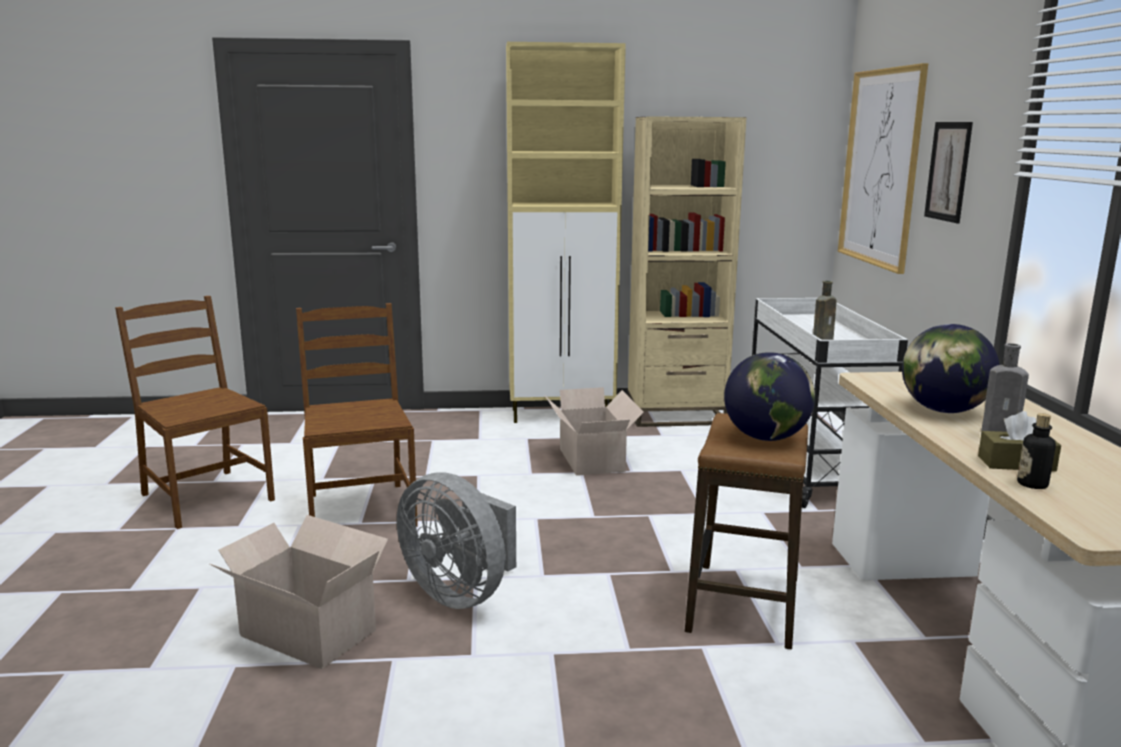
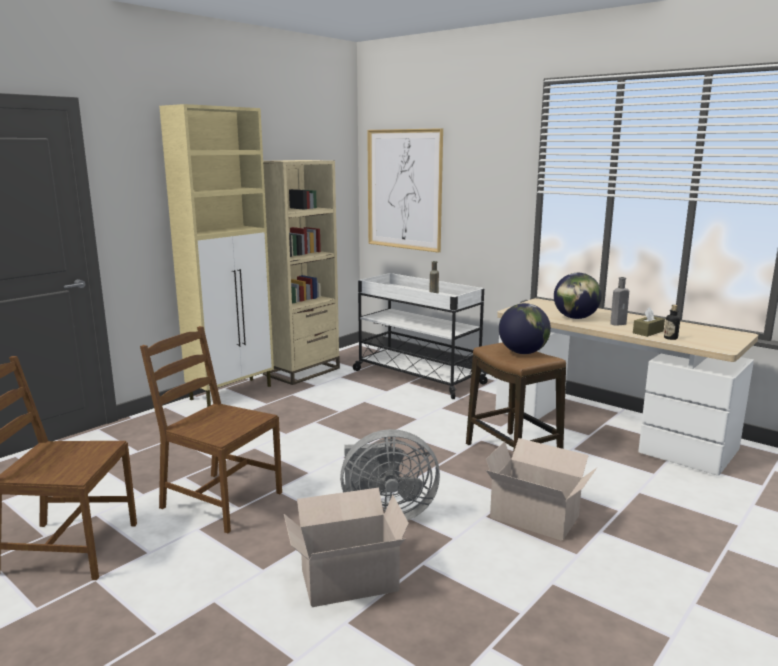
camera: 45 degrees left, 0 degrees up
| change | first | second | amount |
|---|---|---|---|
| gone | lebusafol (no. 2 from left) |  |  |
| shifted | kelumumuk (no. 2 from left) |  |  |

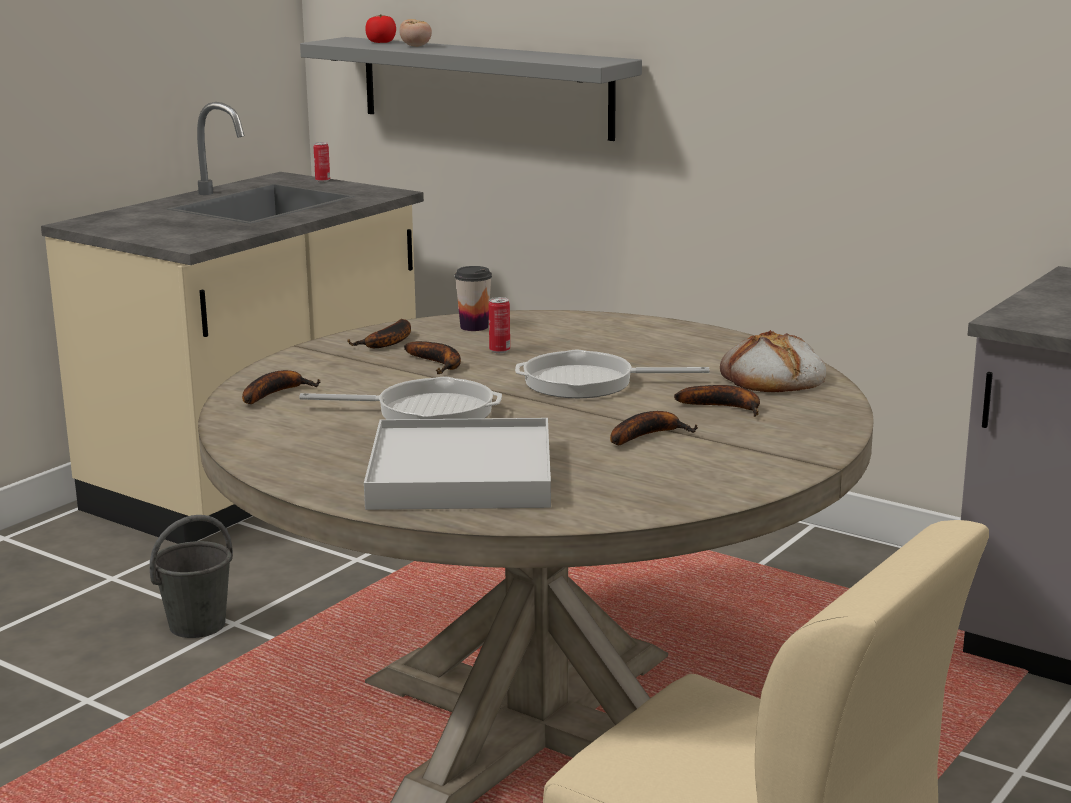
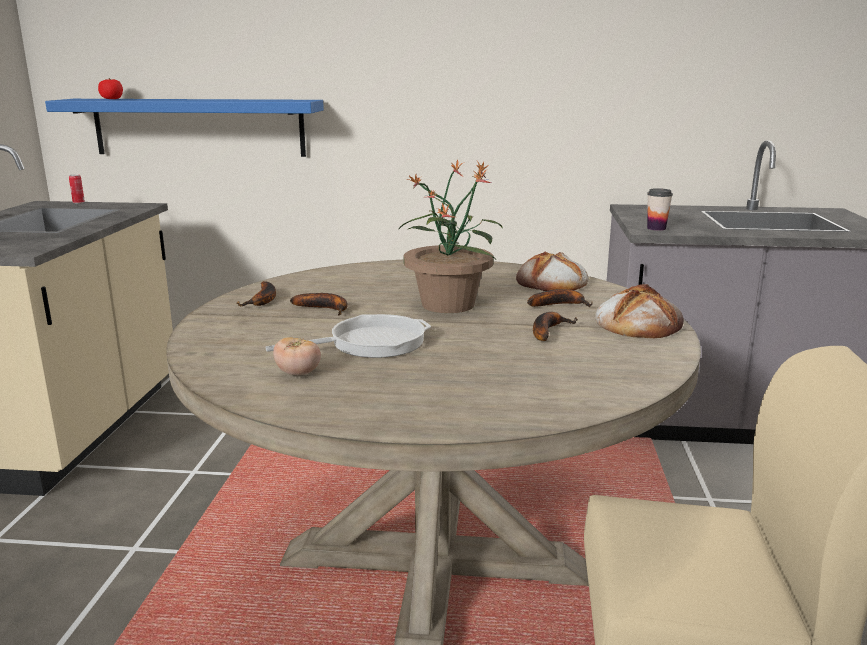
camera: 30 degrees left, 0 degrees up
| change | first | second | amount |
|---|---|---|---|
| gone | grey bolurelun |  |  |
| gone | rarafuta (no. 1 from left) |  |  |
| gone | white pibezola |  |  |
| gone | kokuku (no. 2 from left) |  |  |
| new |  | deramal (no. 2 from left) |  |
| shifted | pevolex (no. 2 from left) |  |  |
| shifted | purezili |  |  |
| swapped | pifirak (no. 2 from left) | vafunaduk |  |
| repainted | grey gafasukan | blue gafasukan |  |

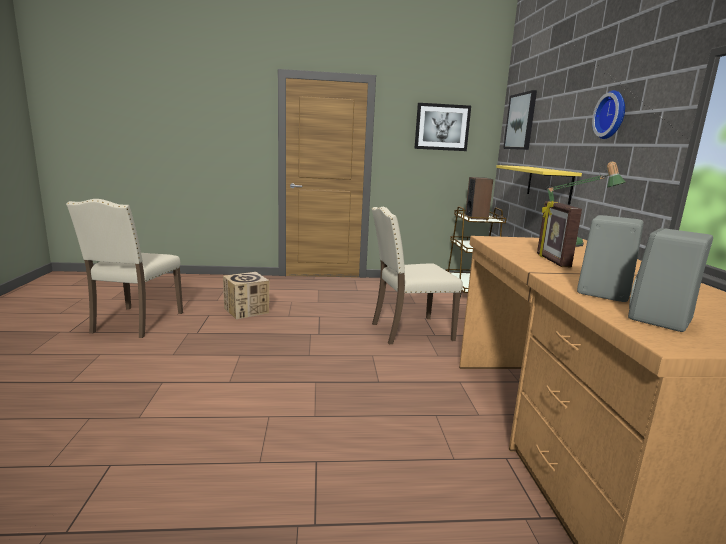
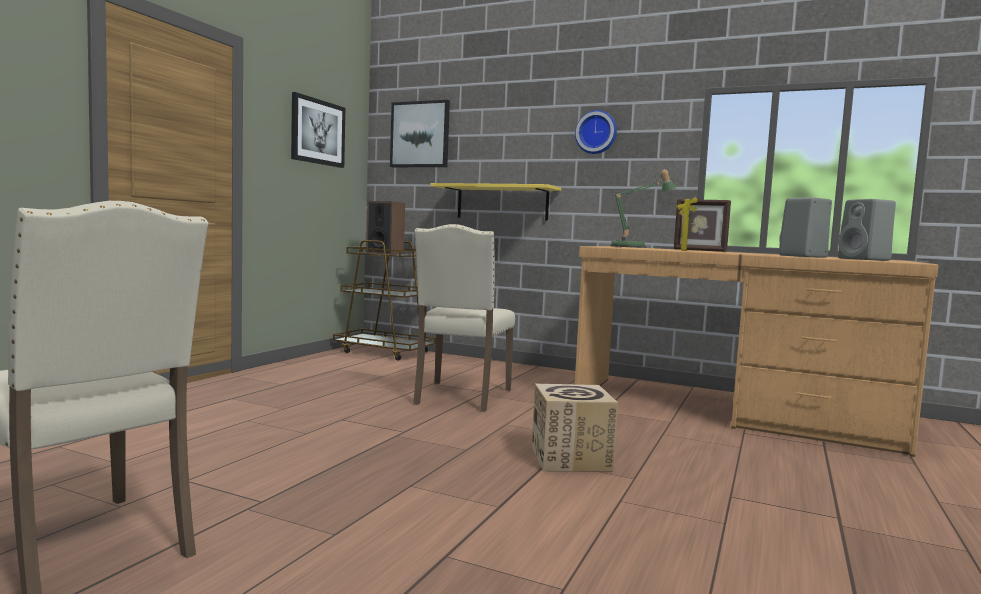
camera: 60 degrees left, 10 degrees down
| change | first | second | amount |
|---|---|---|---|
| shifted | kelumumuk |  |  |

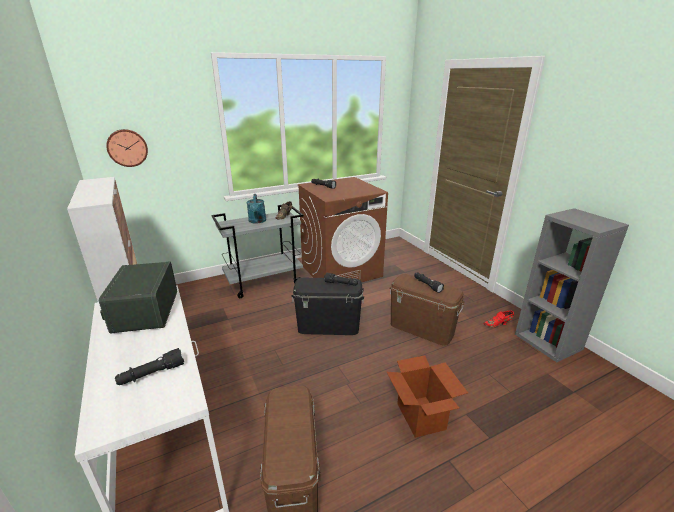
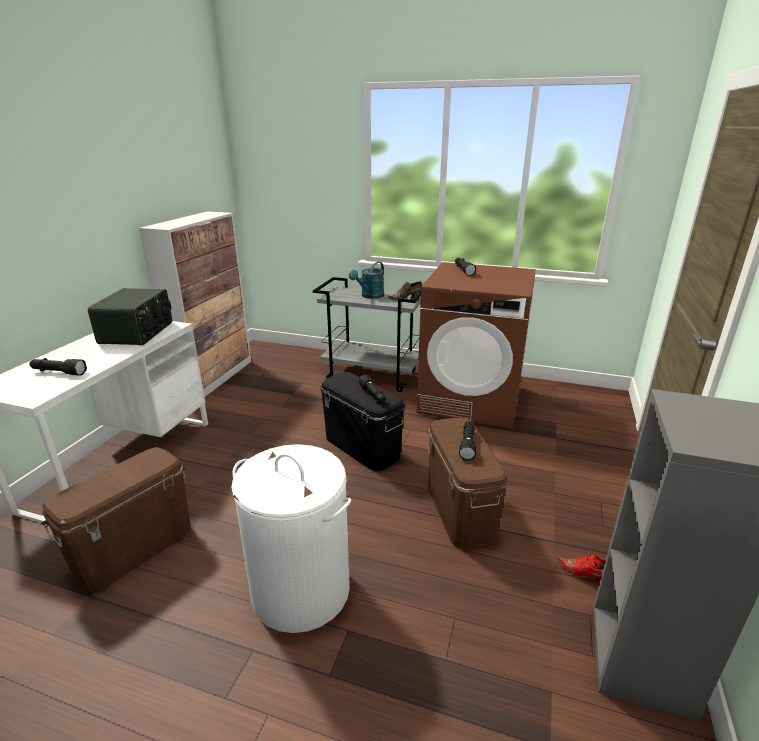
camera: 45 degrees right, 0 degrees up
| change | first | second | amount |
|---|---|---|---|
| gone | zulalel |  |  |
| swapped | kelumumuk | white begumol |  |
| rotated | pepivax |  | 150 degrees clockwise |

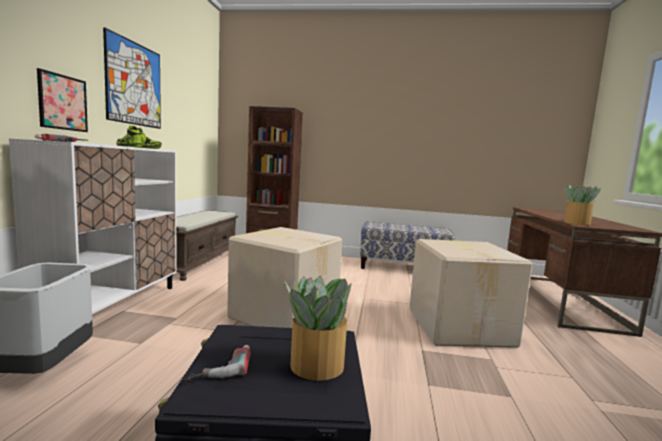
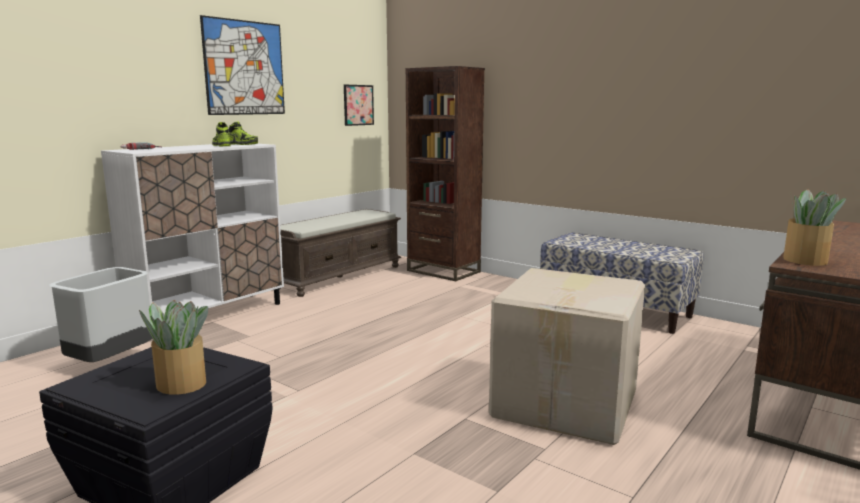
camera: 30 degrees right, 5 degrees up
| change | first | second | amount |
|---|---|---|---|
| gone | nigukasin (no. 2 from left) |  |  |
| gone | kelumumuk (no. 1 from left) |  |  |
| shifted | lebusafol (no. 1 from left in the first image) | lebusafol (no. 2 from left) |  |

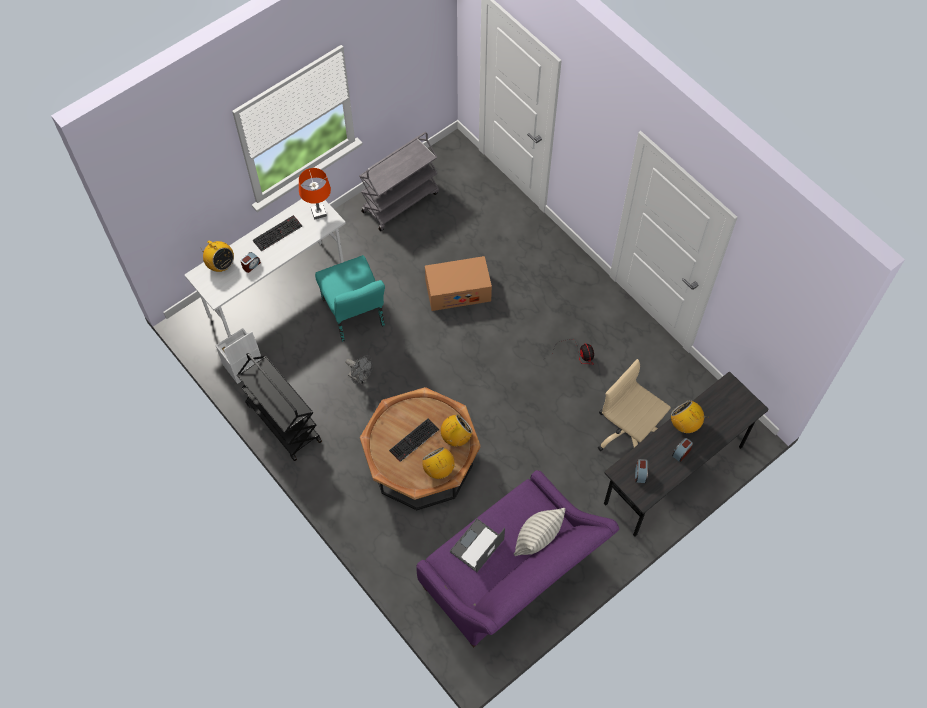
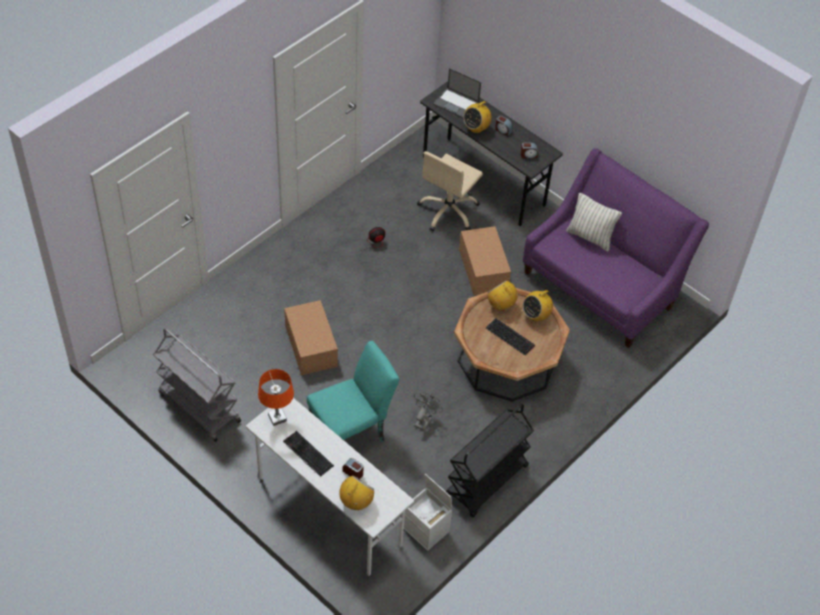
camera: 100 degrees left, 10 degrees down
| change | first | second | amount |
|---|---|---|---|
| new |  | kelumumuk (no. 2 from left) |  |
| shifted | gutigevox |  |  |

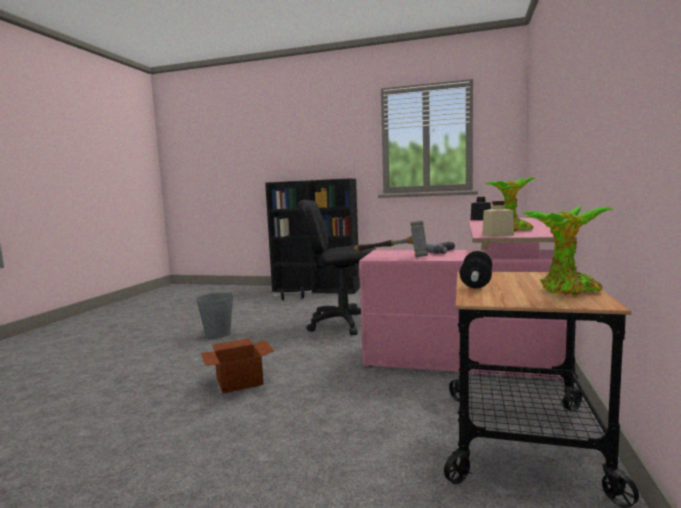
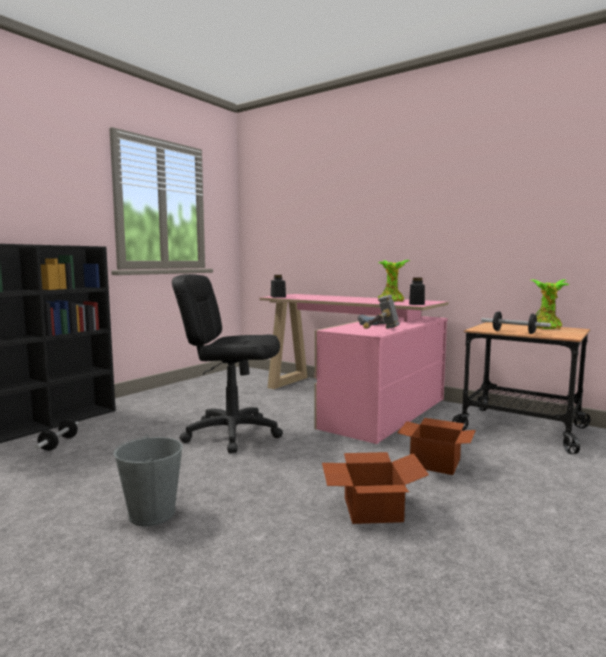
camera: 70 degrees left, 0 degrees up
| change | first | second | amount |
|---|---|---|---|
| new |  | kelumumuk (no. 2 from left) |  |
| repainted | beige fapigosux | black fapigosux (no. 2 from left) |  |
| rotated | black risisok |  | 75 degrees clockwise |

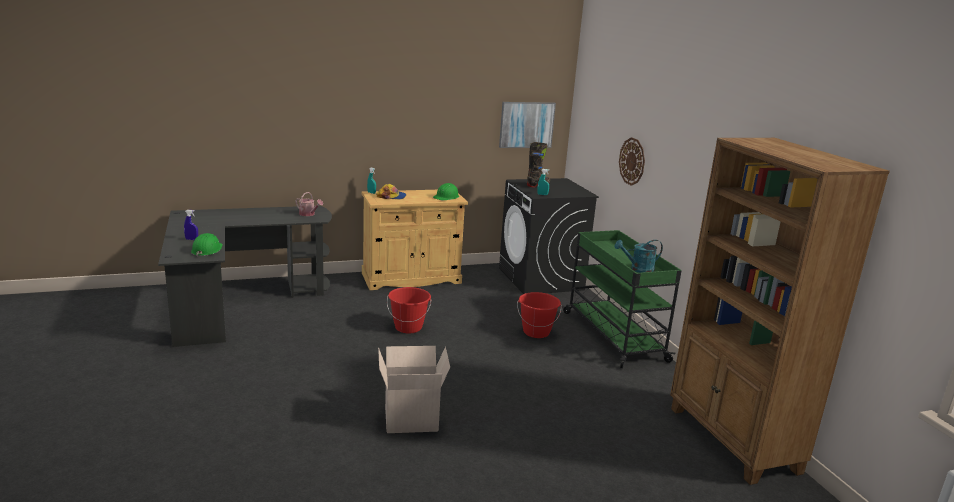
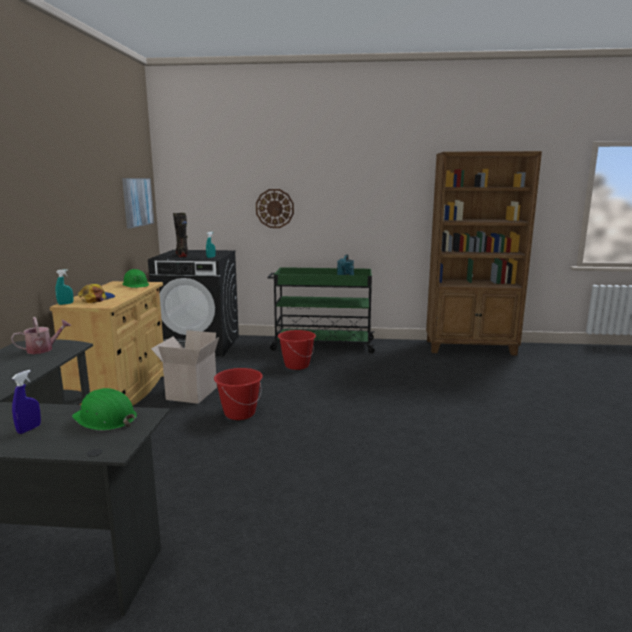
camera: 65 degrees left, 5 degrees down
| change | first | second | amount |
|---|---|---|---|
| shifted | kelumumuk |  |  |

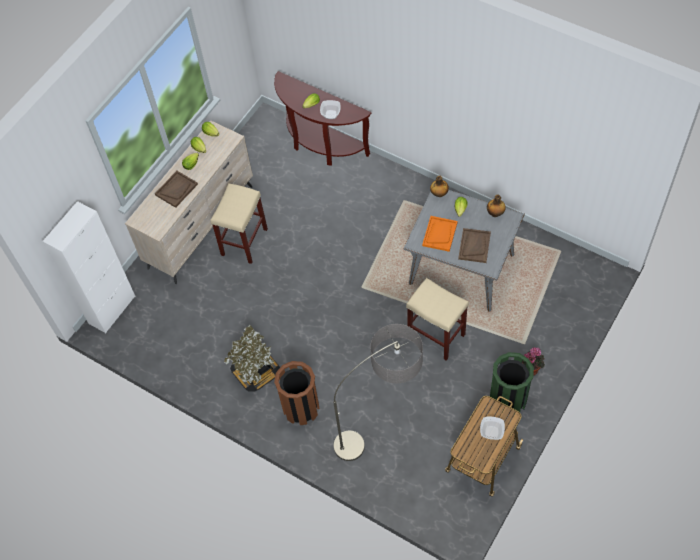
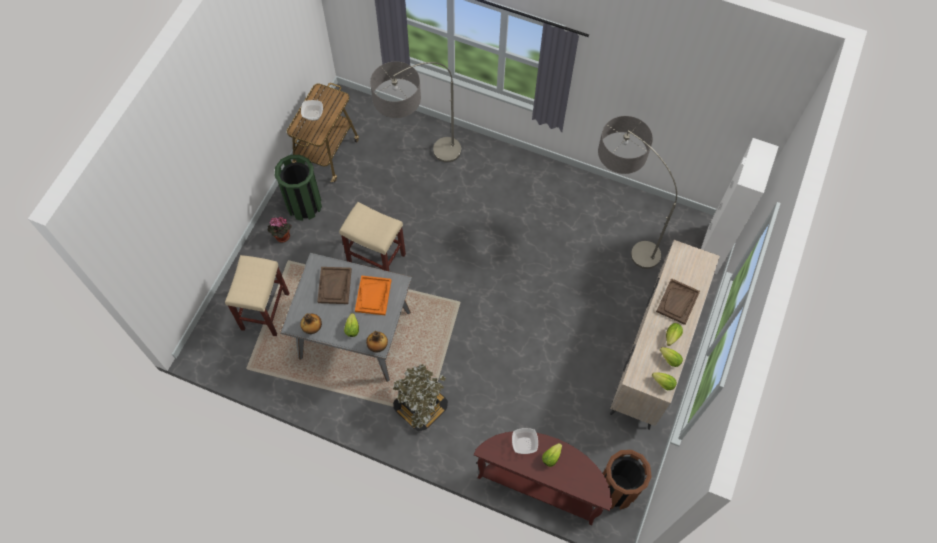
camera: 165 degrees right, 5 degrees up
| change | first | second | amount |
|---|---|---|---|
| new |  | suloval (no. 2 from left) |  |
| shifted | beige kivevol (no. 1 from left) |  |  |
| shifted | vafunaduk (no. 1 from left in the first image) | vafunaduk (no. 2 from left) |  |
| shifted | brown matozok |  |  |

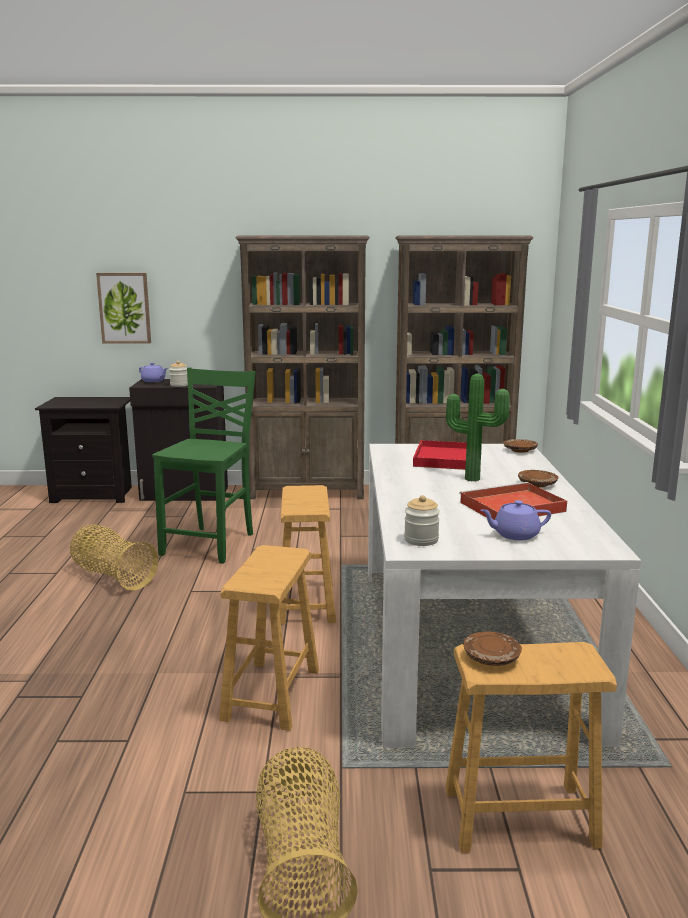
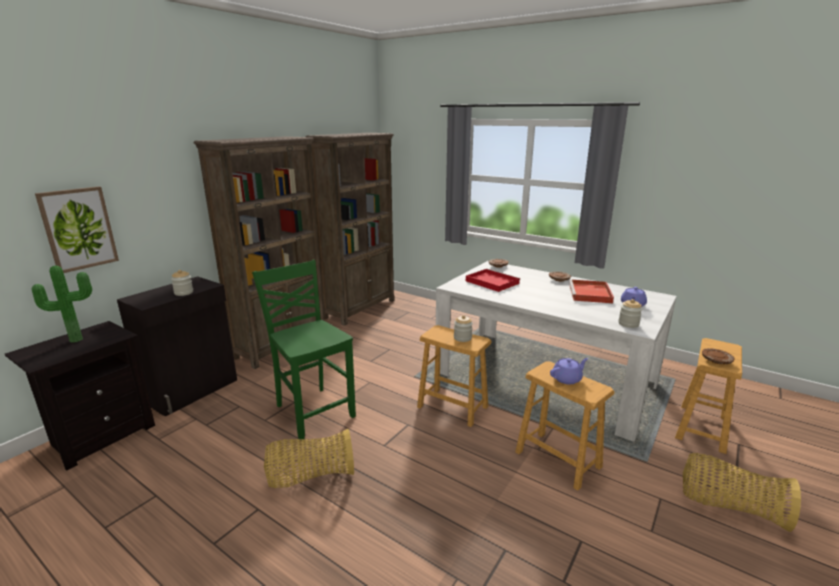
camera: 55 degrees left, 5 degrees up
| change | first | second | amount |
|---|---|---|---|
| new |  | fapigosux (no. 2 from left) |  |
| shifted | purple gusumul (no. 1 from left) |  |  |
| shifted | vafunaduk |  |  |

